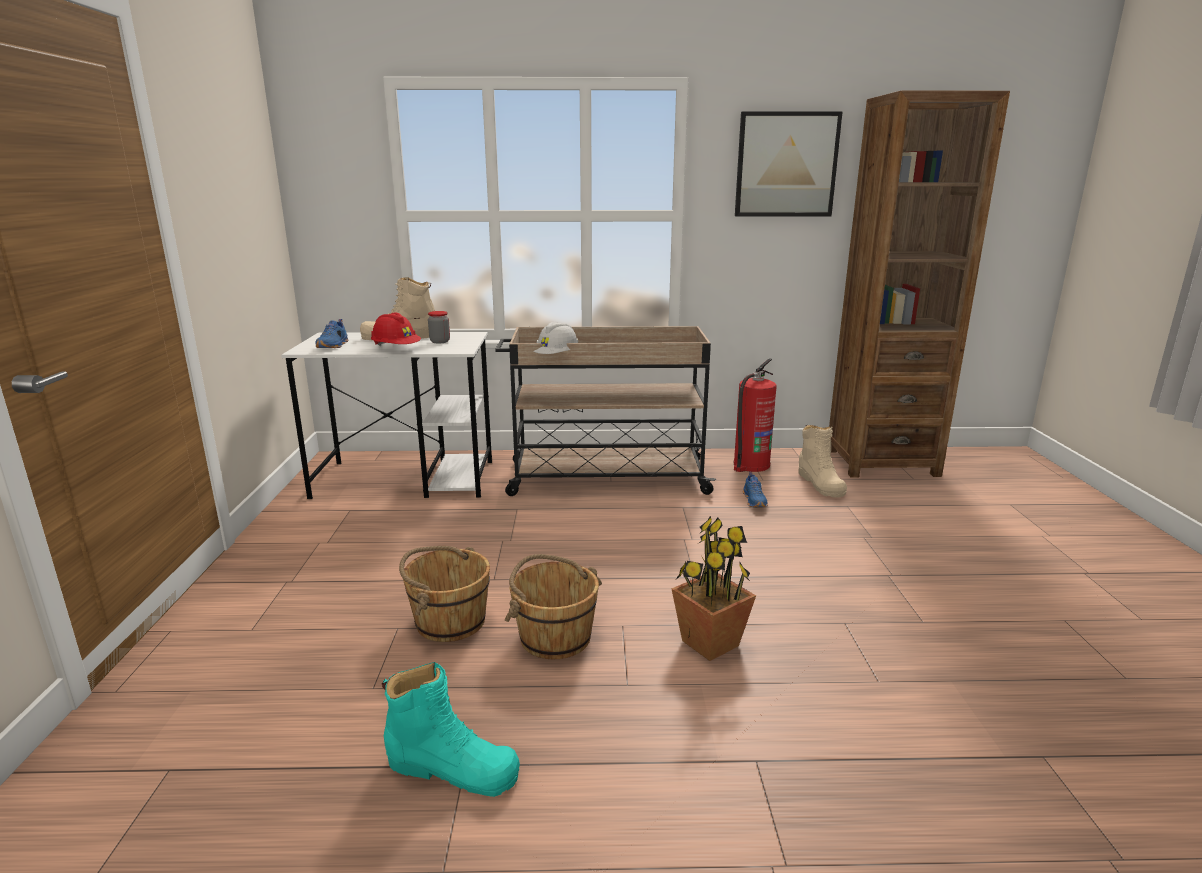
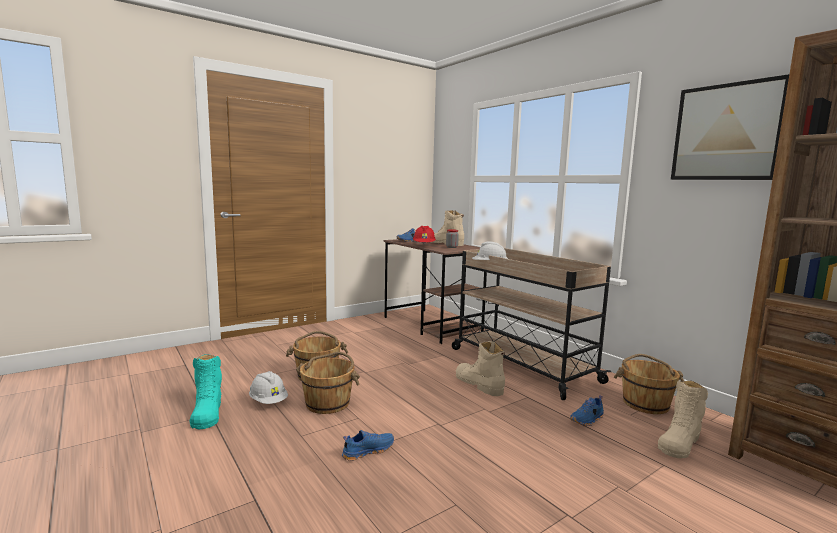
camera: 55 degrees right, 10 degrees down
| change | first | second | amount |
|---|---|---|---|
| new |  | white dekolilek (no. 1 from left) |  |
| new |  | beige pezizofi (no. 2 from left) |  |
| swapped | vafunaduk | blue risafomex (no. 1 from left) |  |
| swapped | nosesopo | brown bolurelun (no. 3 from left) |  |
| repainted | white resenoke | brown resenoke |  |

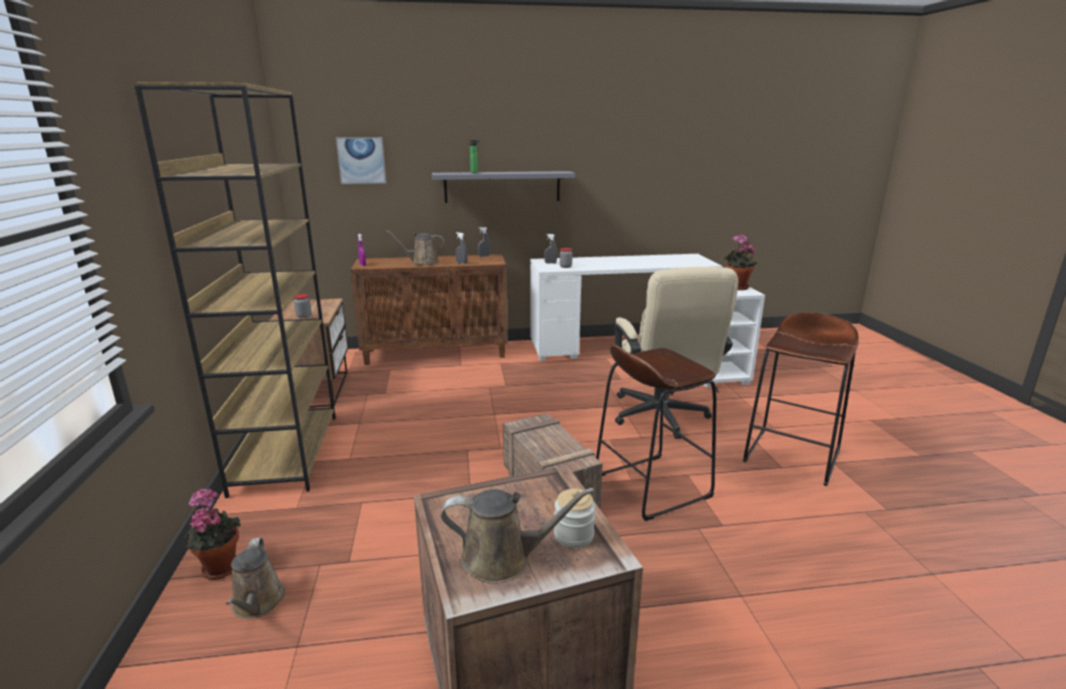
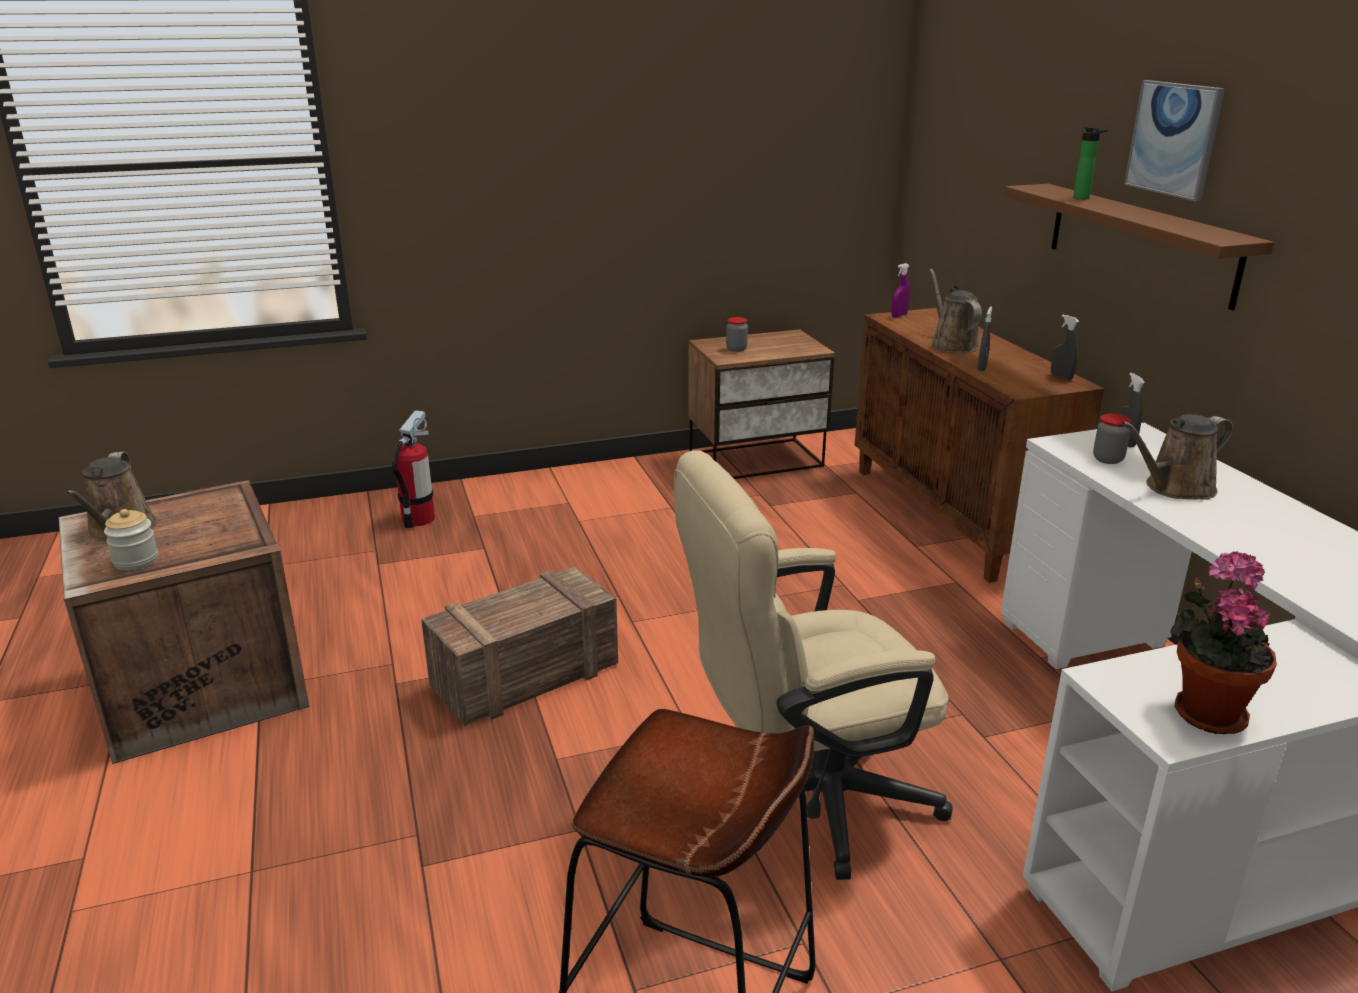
camera: 80 degrees right, 5 degrees up
| change | first | second | amount |
|---|---|---|---|
| gone | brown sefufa |  |  |
| gone | vafunaduk (no. 1 from left) |  |  |
| gone | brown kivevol (no. 1 from left) |  |  |
| new |  | nosesopo |  |
| shifted | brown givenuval (no. 1 from left in the first image) | brown givenuval (no. 3 from left) |  |
| shifted | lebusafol |  |  |
| repainted | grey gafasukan | brown gafasukan |  |

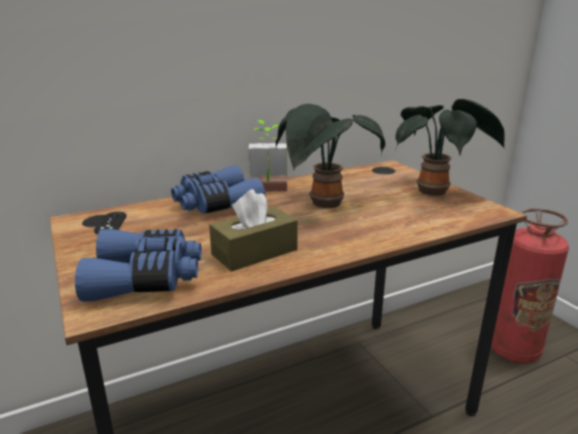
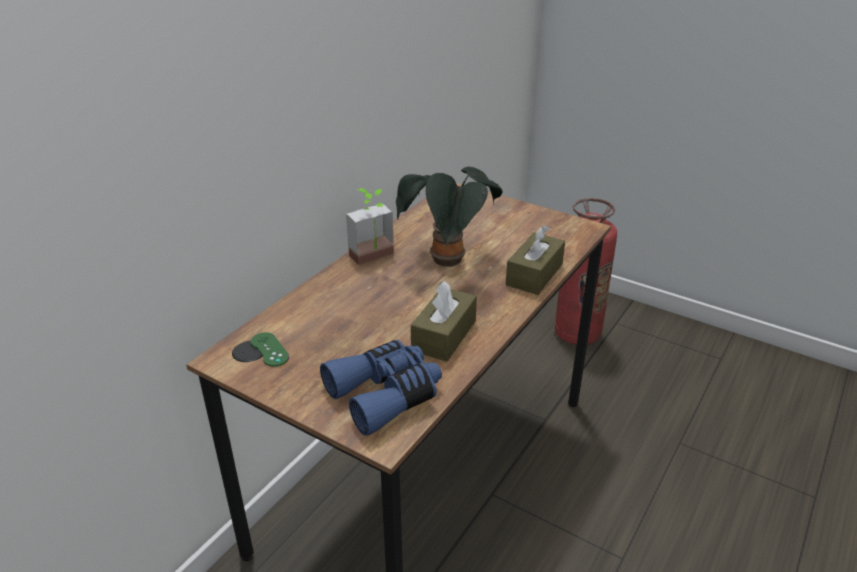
camera: 30 degrees left, 10 degrees up
| change | first | second | amount |
|---|---|---|---|
| gone | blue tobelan (no. 2 from left) |  |  |
| gone | vafunaduk (no. 3 from left) |  |  |
| new |  | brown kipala (no. 2 from left) |  |
| repainted | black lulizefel | green lulizefel |  |

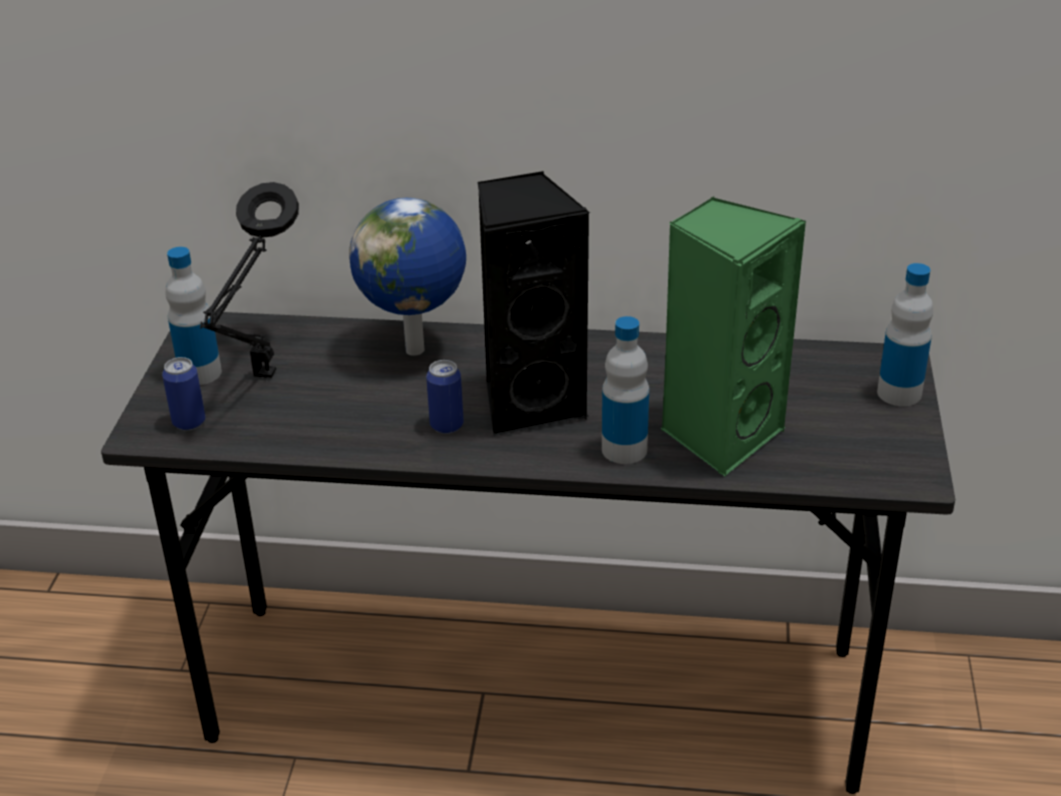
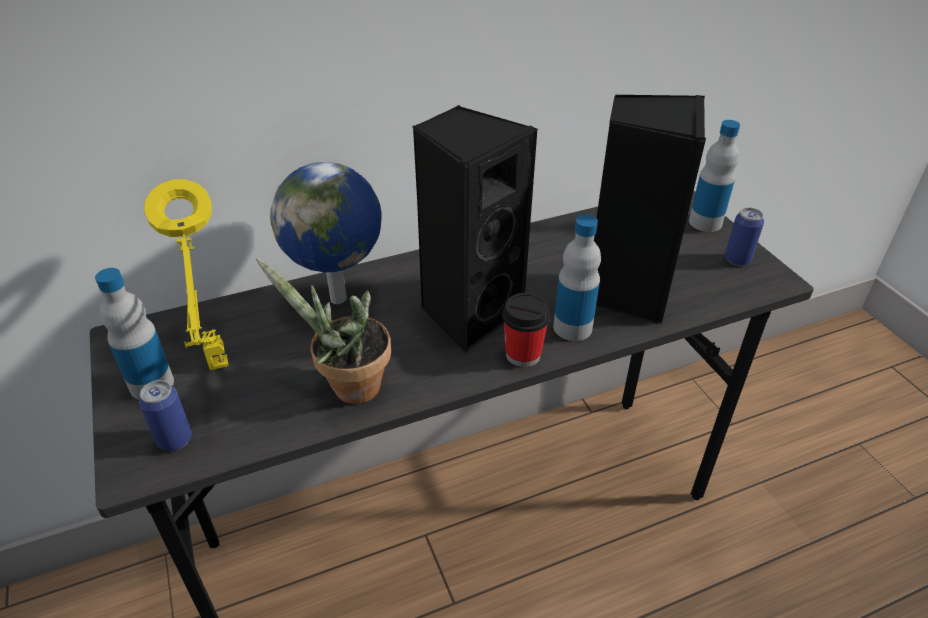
camera: 30 degrees left, 5 degrees up
| change | first | second | amount |
|---|---|---|---|
| new |  | vafunaduk |  |
| new |  | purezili |  |
| shifted | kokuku (no. 2 from left) |  |  |
| repainted | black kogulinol | yellow kogulinol |  |
| repainted | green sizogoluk | black sizogoluk (no. 2 from left) |  |

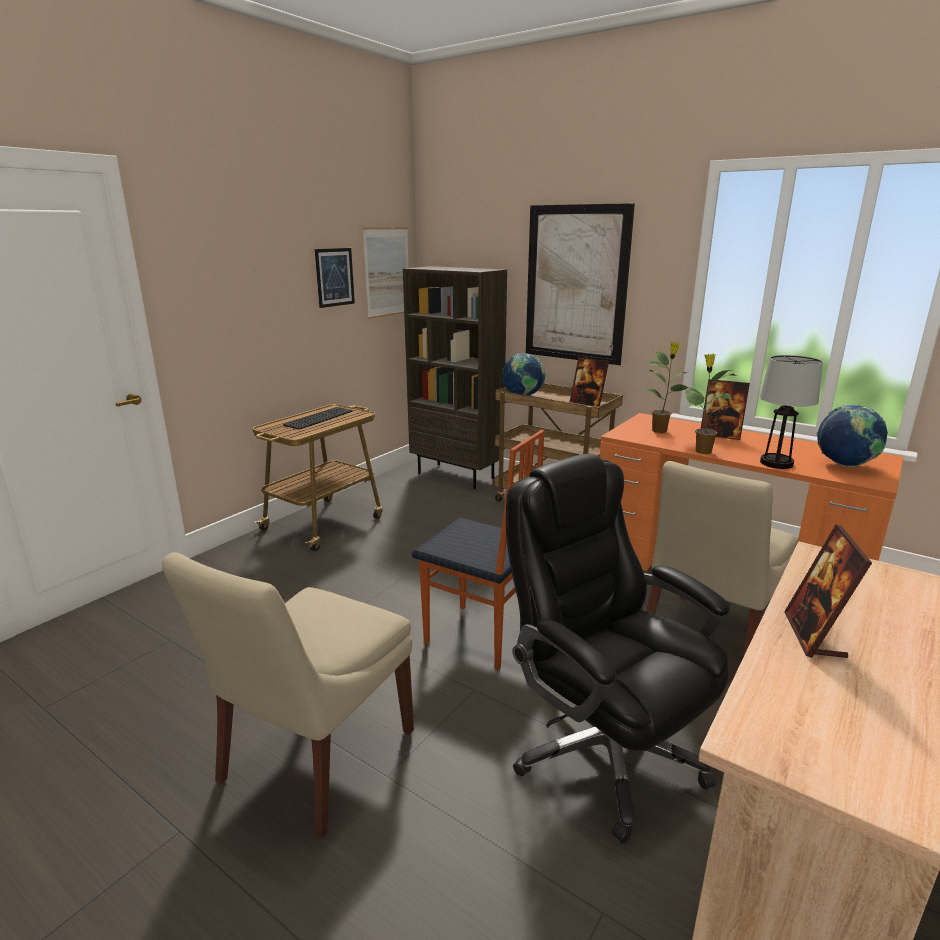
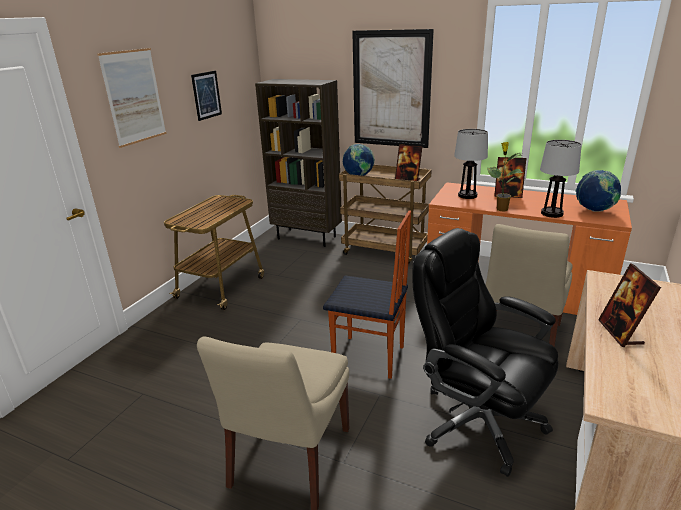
camera: 10 degrees left, 5 degrees up
| change | first | second | amount |
|---|---|---|---|
| gone | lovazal |  |  |
| shifted | lebusafol (no. 2 from left in the first image) | lebusafol (no. 1 from left) |  |
| swapped | vafunaduk (no. 1 from left) | kogulinol (no. 1 from left) |  |

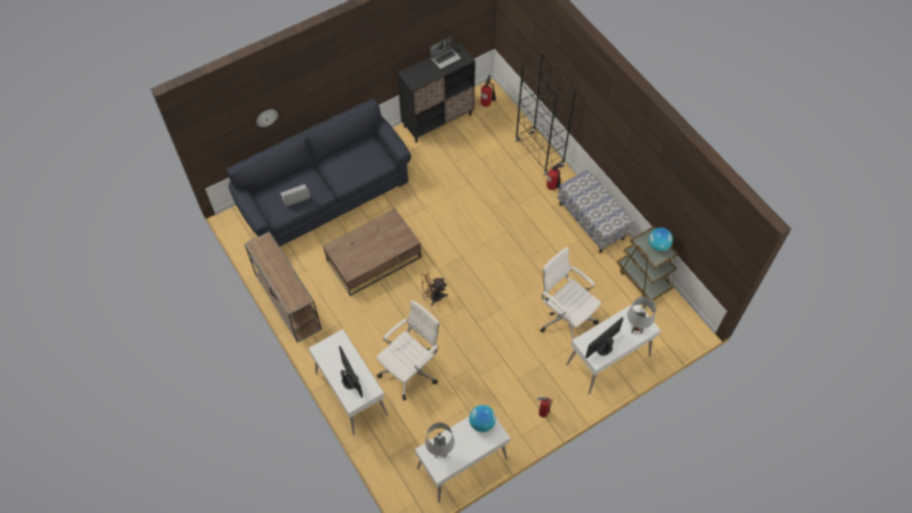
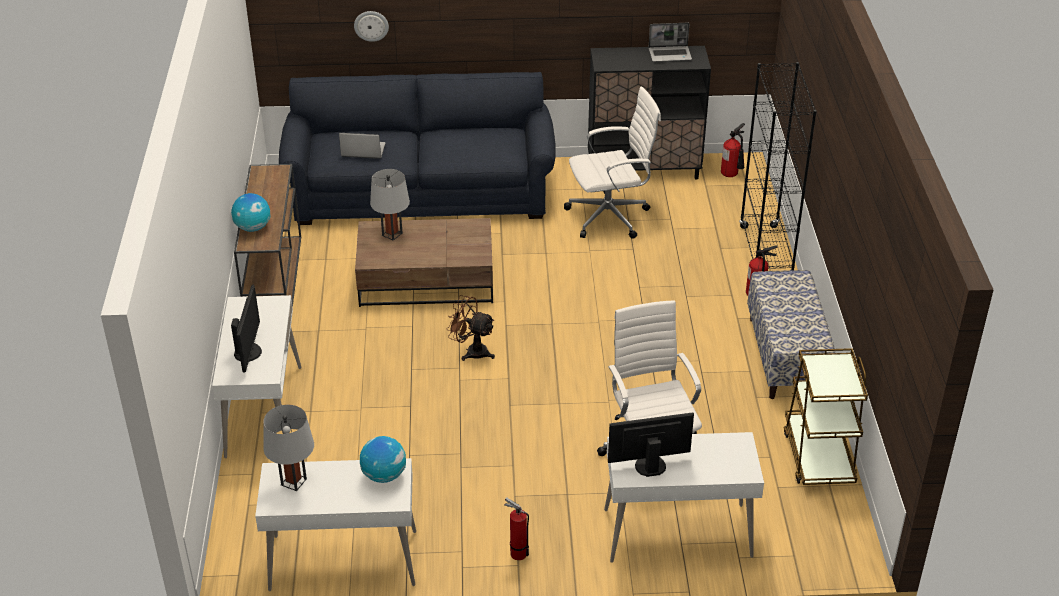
camera: 30 degrees right, 20 degrees down
| change | first | second | amount |
|---|---|---|---|
| shifted | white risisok (no. 1 from left) |  |  |
| shifted | grey kogulinol (no. 2 from left) |  |  |
| shifted | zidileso (no. 2 from left in the first image) | zidileso (no. 1 from left) |  |

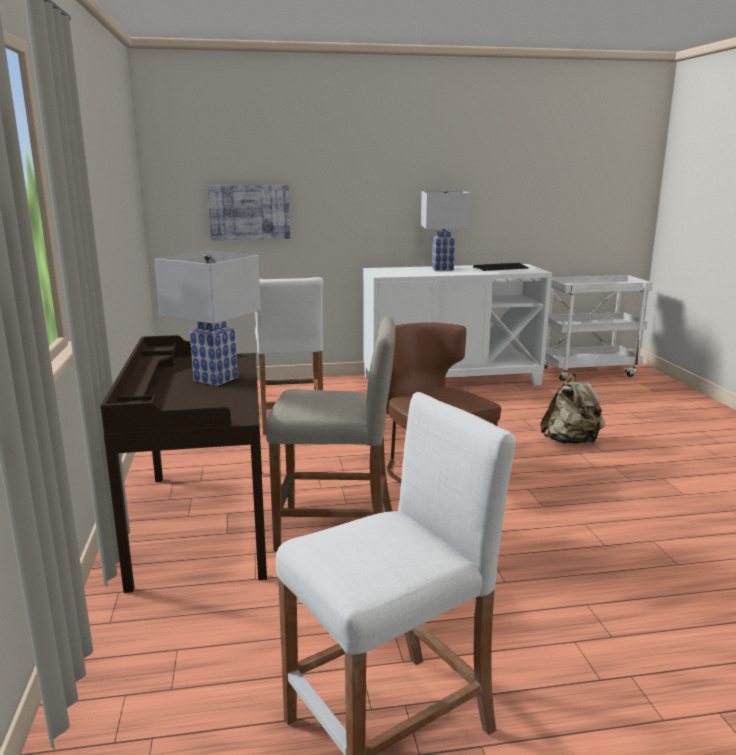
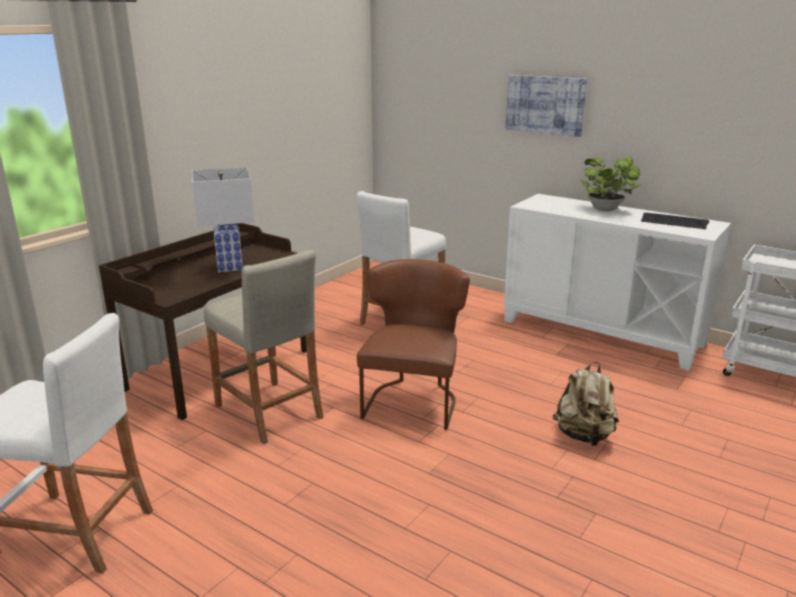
camera: 45 degrees right, 5 degrees up
| change | first | second | amount |
|---|---|---|---|
| shifted | lebusafol |  |  |
| swapped | white kogulinol (no. 2 from left) | vafunaduk |  |

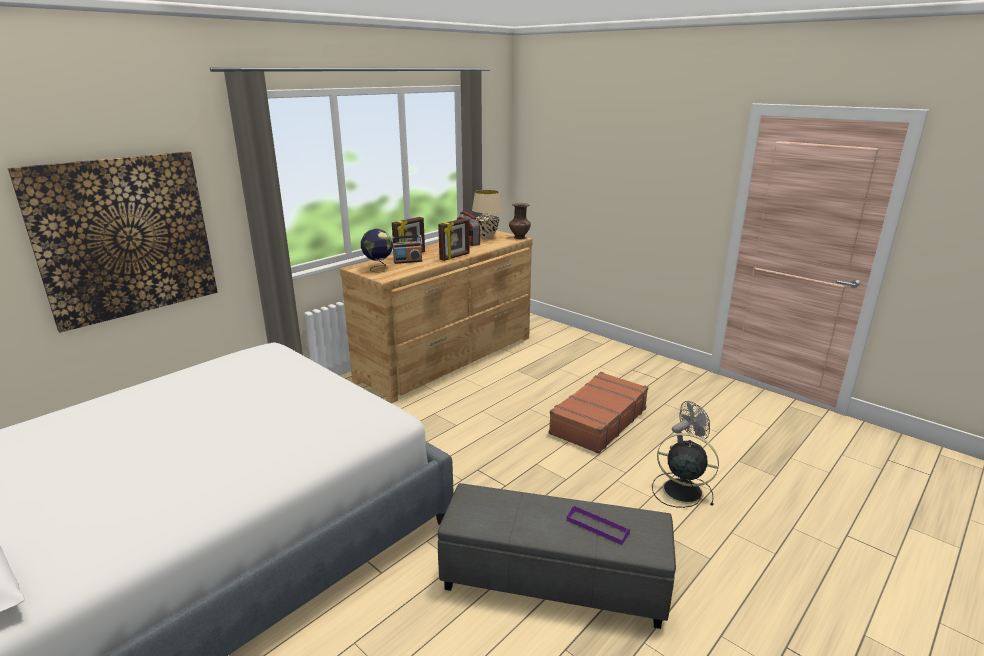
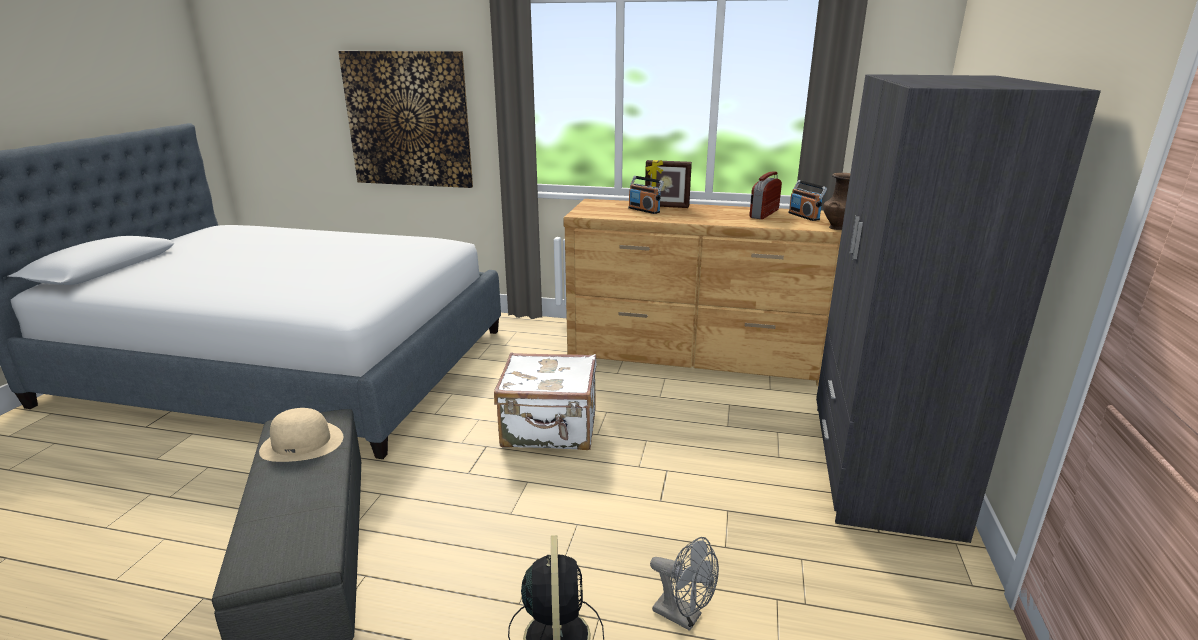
camera: 60 degrees right, 0 degrees up
| change | first | second | amount |
|---|---|---|---|
| gone | zidileso |  |  |
| gone | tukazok (no. 2 from left) |  |  |
| gone | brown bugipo |  |  |
| gone | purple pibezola |  |  |
| new |  | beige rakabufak |  |
| new |  | white bugipo |  |
| new |  | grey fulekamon |  |
| swapped | beige kogulinol | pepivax (no. 3 from left) |  |

